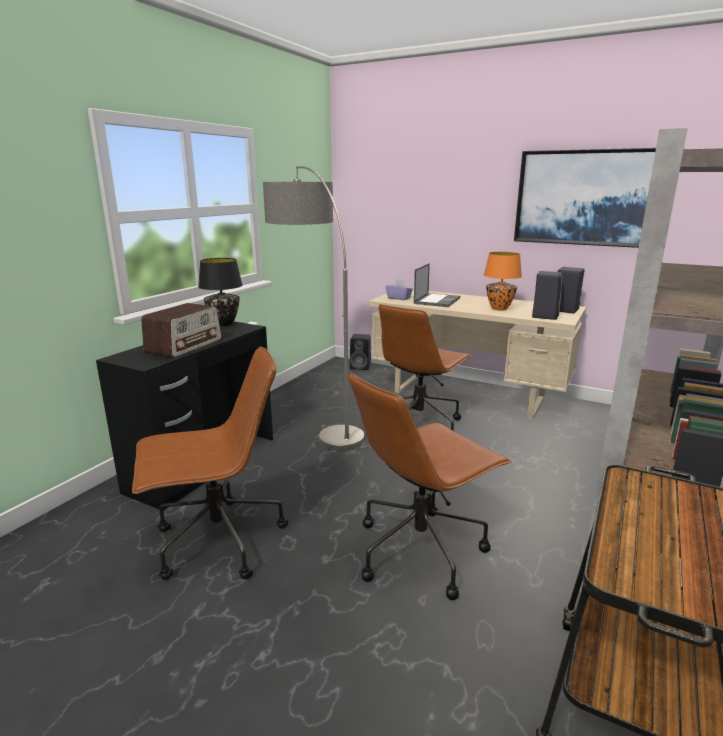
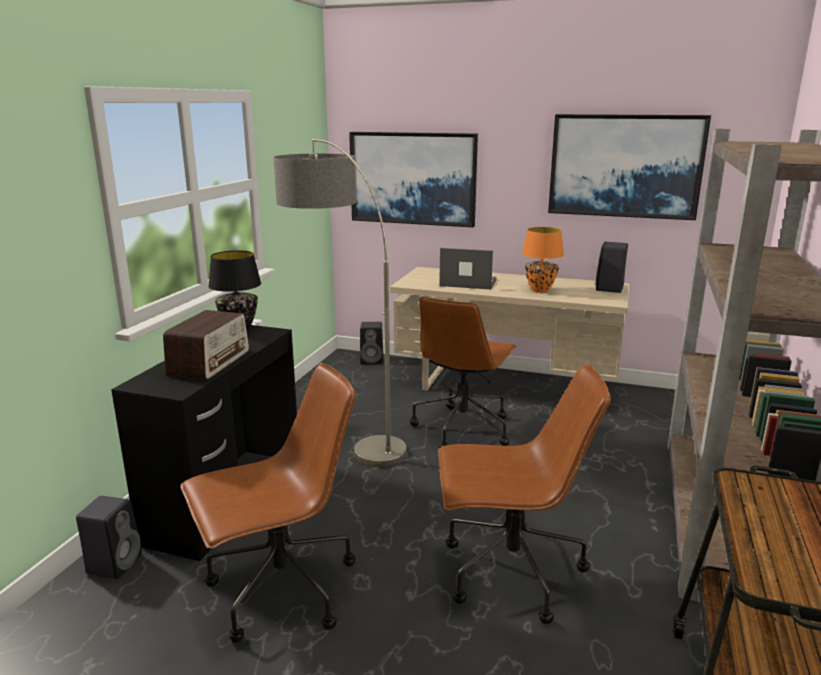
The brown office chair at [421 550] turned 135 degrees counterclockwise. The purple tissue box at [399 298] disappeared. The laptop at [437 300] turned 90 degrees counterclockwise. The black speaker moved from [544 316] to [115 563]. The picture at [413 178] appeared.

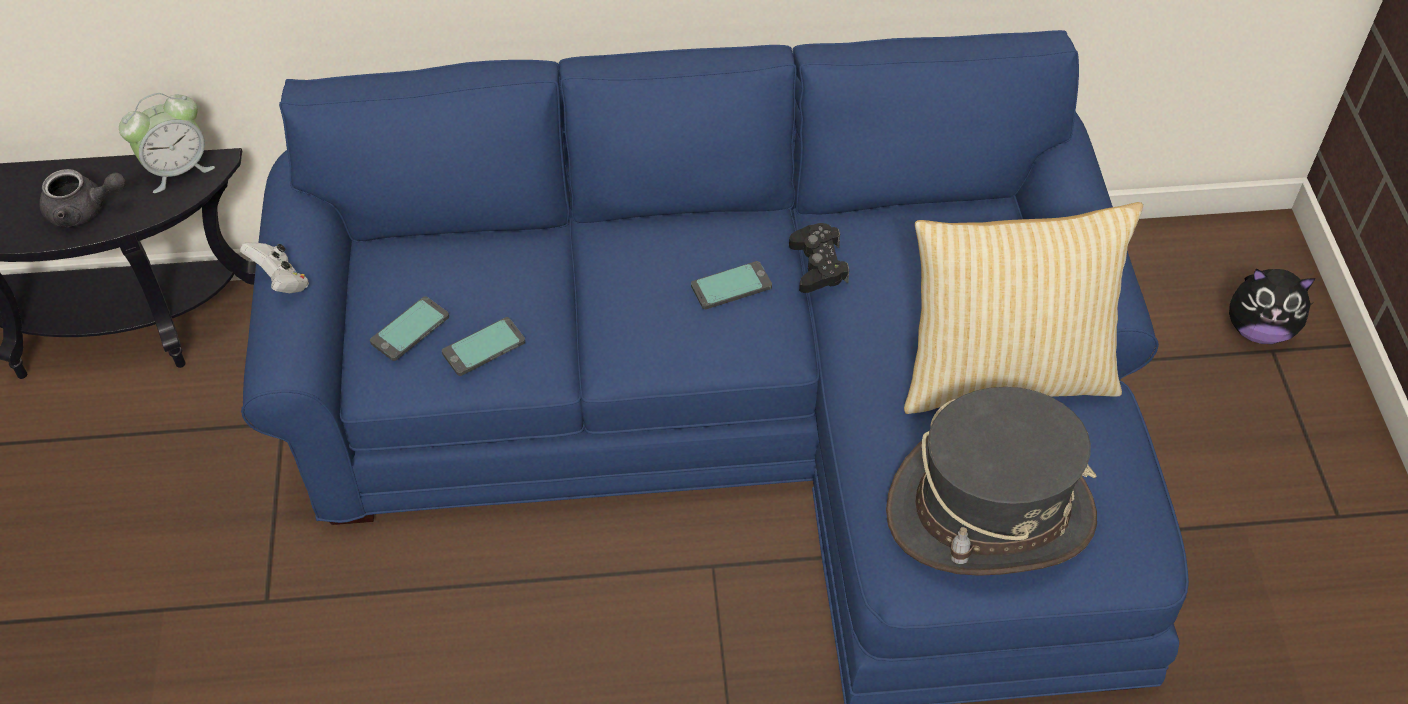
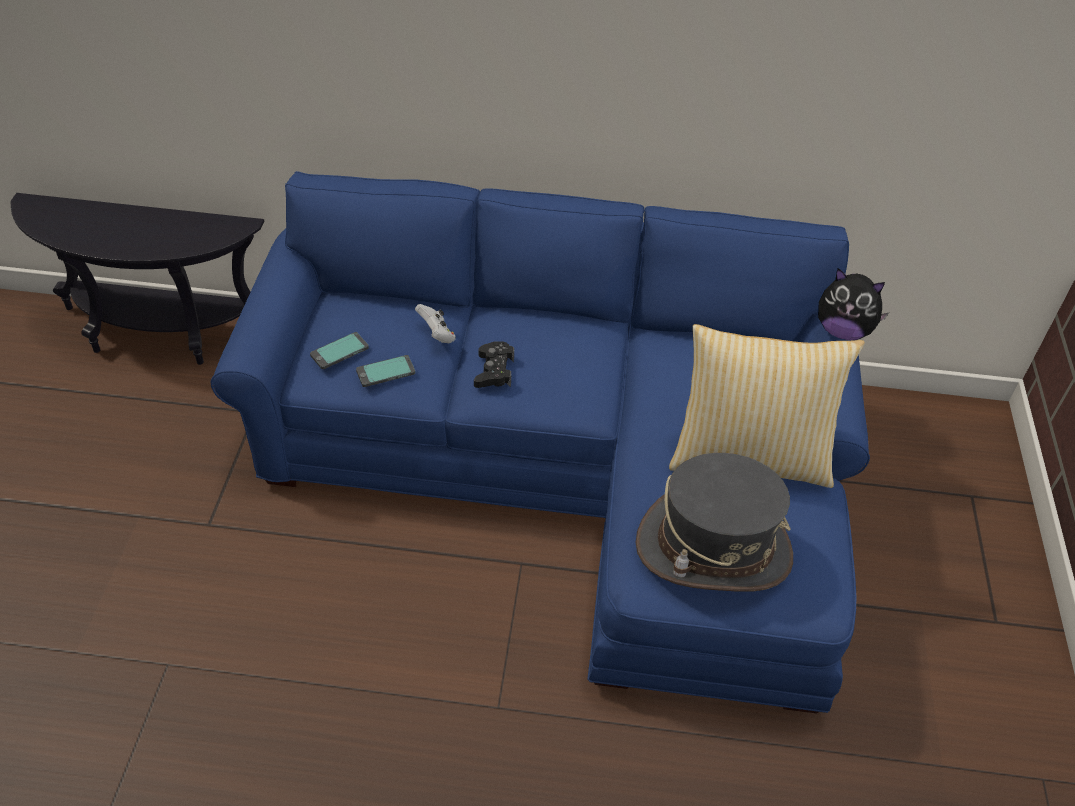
The grey teapot at [84 210] disappeared. The alarm clock at [177 169] disappeared. The white game controller moved from [281 281] to [437 335]. The phone at [731 286] disappeared. The black game controller moved from [818 265] to [494 371]. The plush toy moved from [1258 329] to [843 331].

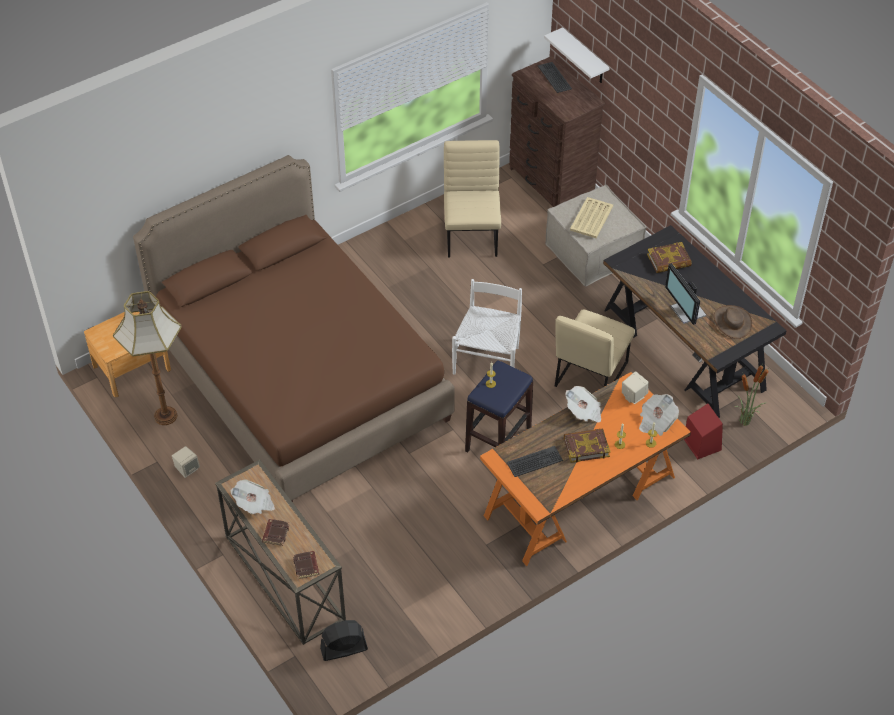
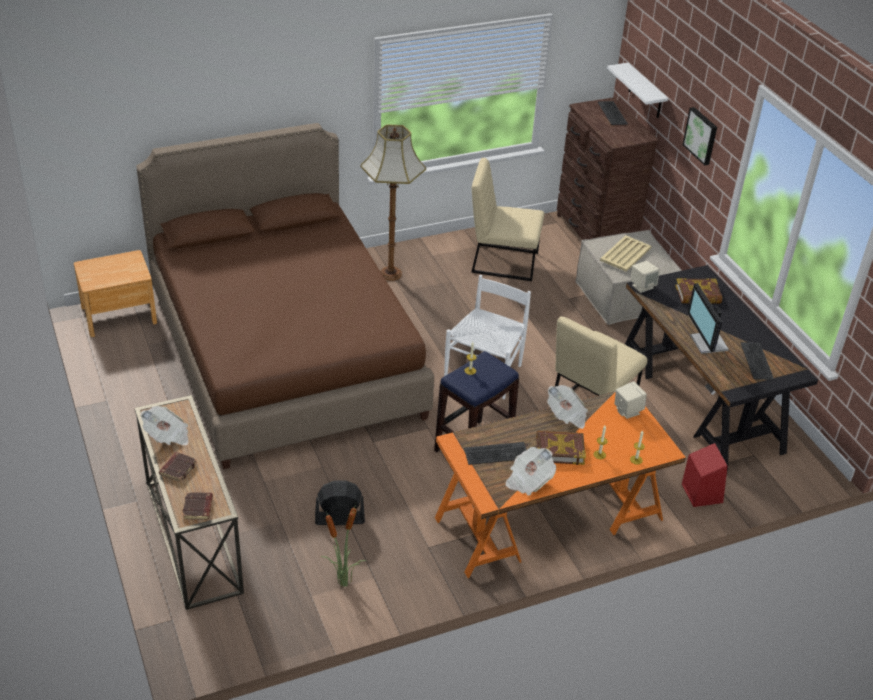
The floor lamp moved from [165 416] to [390 274]. The beige speaker moved from [187 469] to [642 286]. The black fan moved from [343 649] to [339 518]. The beige chair at [472 234] turned 90 degrees counterclockwise. The newspaper moved from [656 422] to [528 480]. The brown hat at [732 322] was replaced by the keyboard at [757 361]. The potted plant moved from [745 423] to [344 583]. The picture at [701 135] appeared.

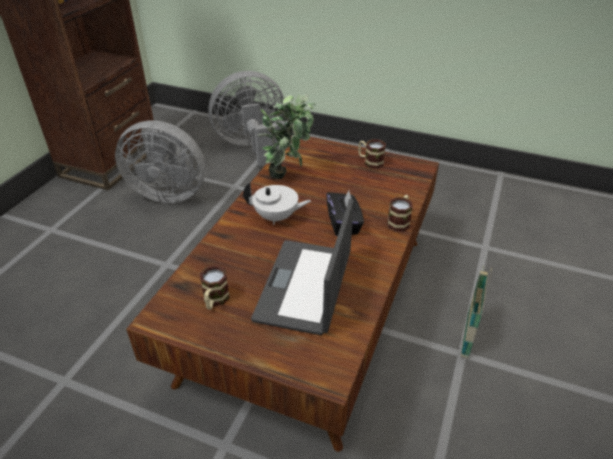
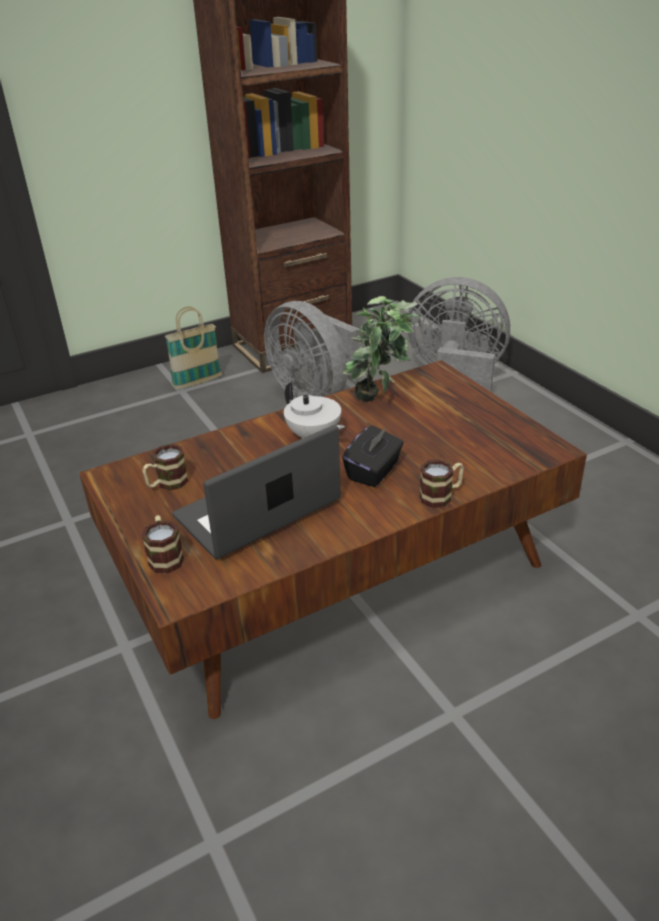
The mug moved from [370 162] to [165 556]. The basket moved from [467 336] to [197 382].

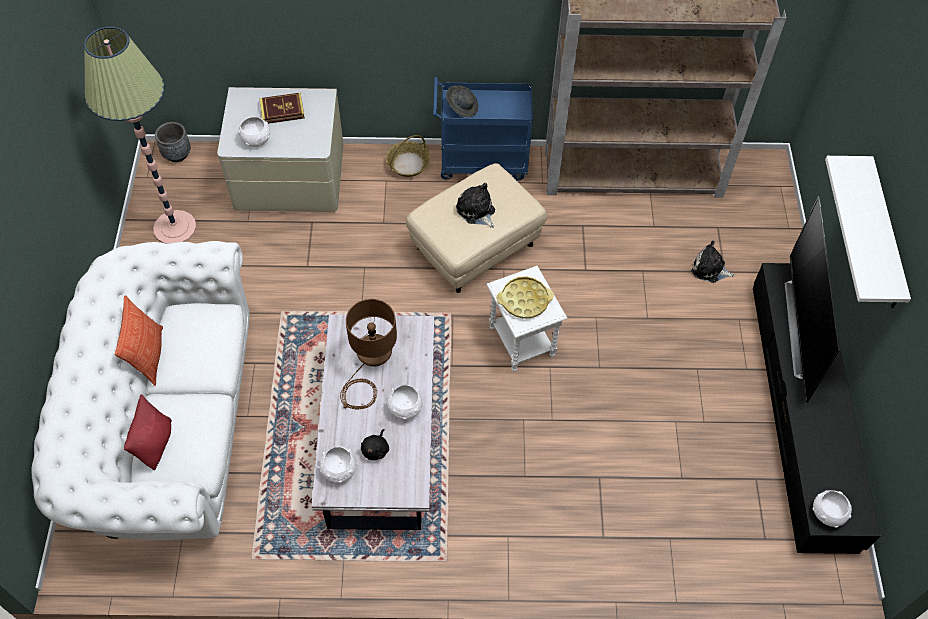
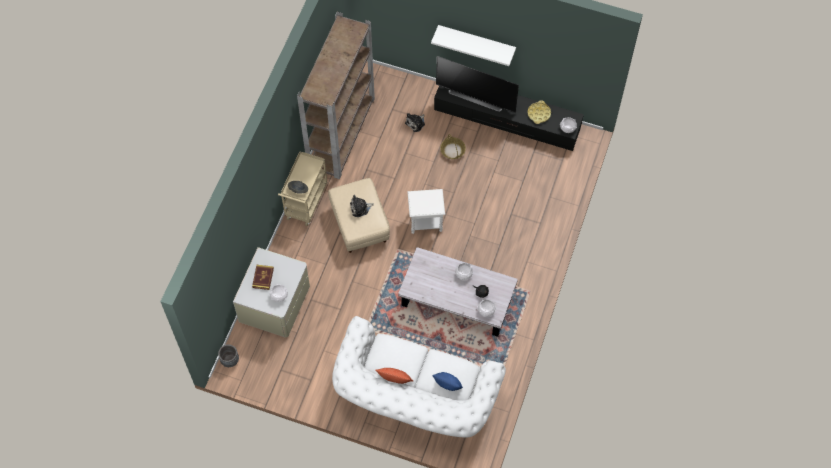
The floor lamp at [175 228] disappeared. The red pillow at [155 443] became the blue pillow at [447 385]. The brown table lamp at [368 371] disappeared. The basket moved from [408 163] to [452 150]. The blue cart at [480 166] became the beige cart at [306 204]. The yellow tray moved from [524 300] to [539 114].

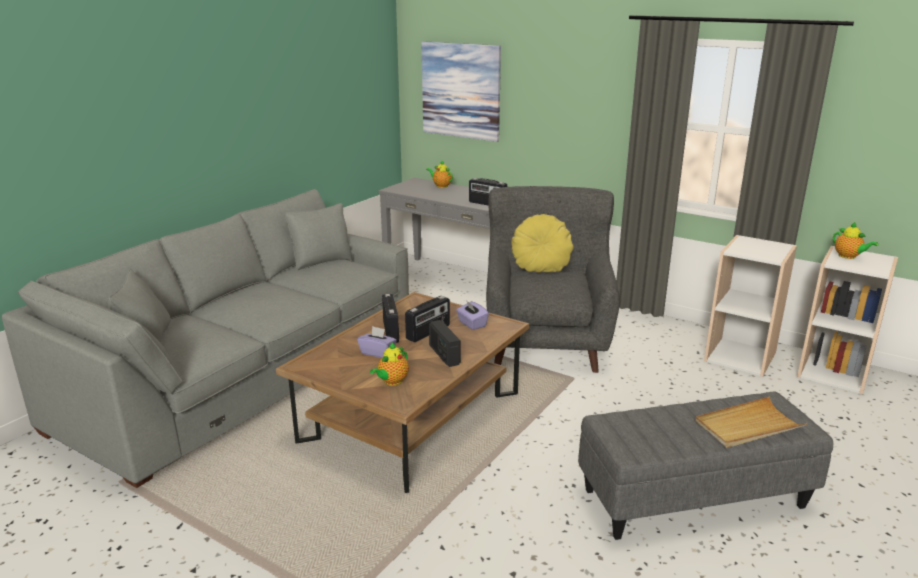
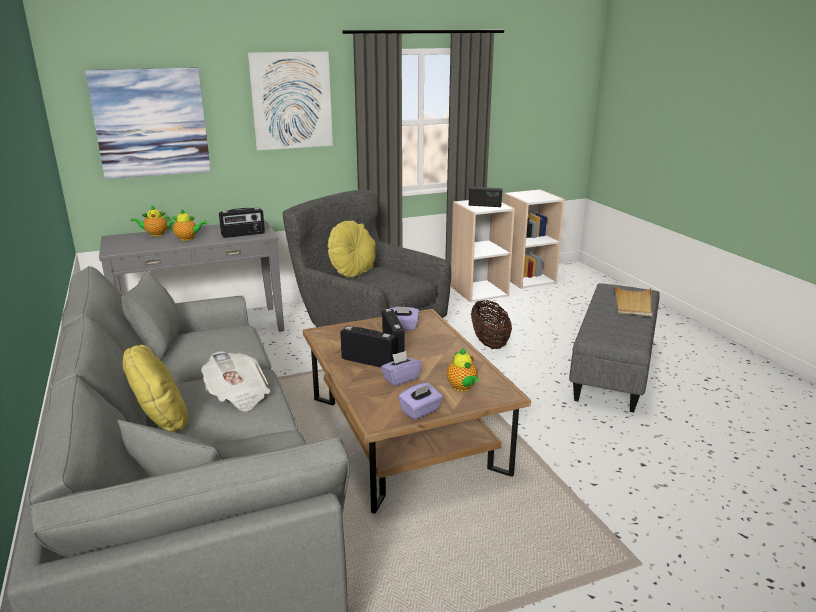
The radio moved from [444 355] to [484 205]. The teapot moved from [848 256] to [188 238]. The yellow pillow at [161 424] appeared. The newspaper at [238 396] appeared. The picture at [291 101] appeared. The purple tissue box at [420 411] appeared. The basket at [489 342] appeared.

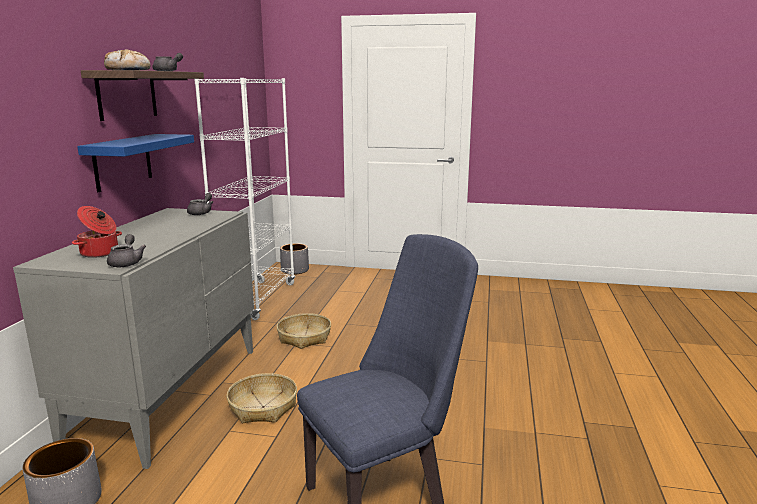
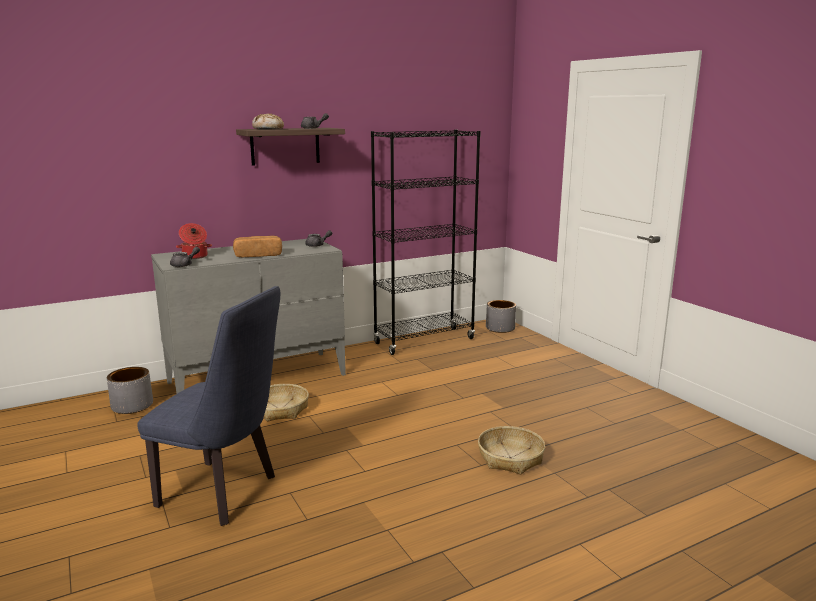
The blue shelf at [122 162] disappeared. The white bookcase at [258 299] became the black bookcase at [424 341]. The basket moved from [304 337] to [510 458]. The bread at [258 255] appeared.

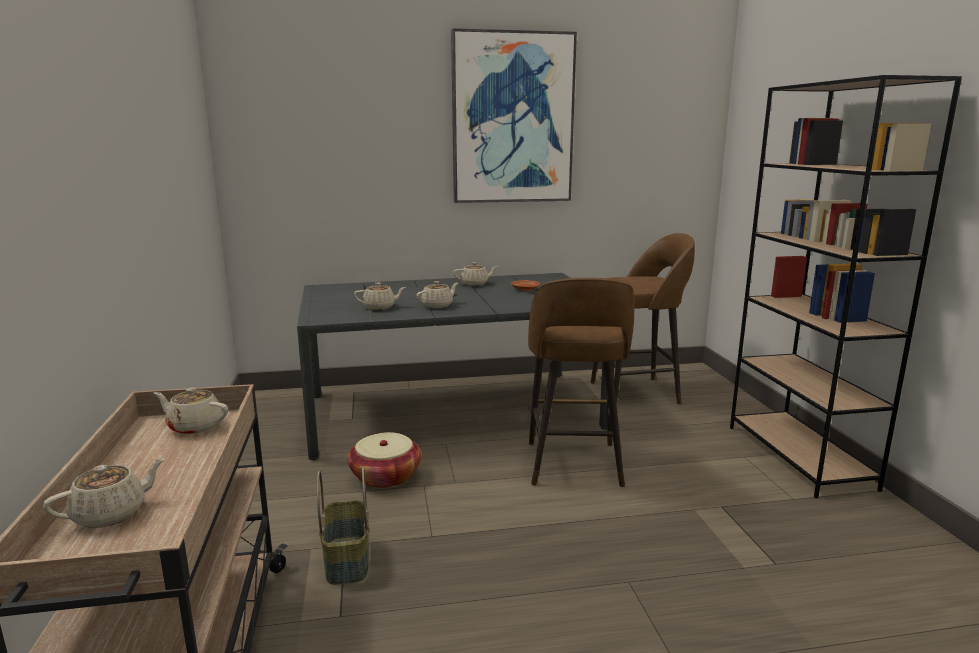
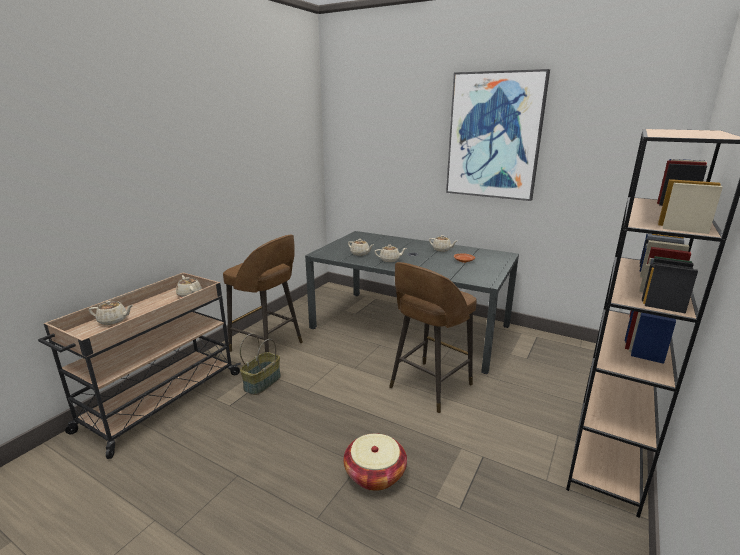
The basket moved from [385 476] to [375 474]. The brown stool moved from [637 393] to [268 347].

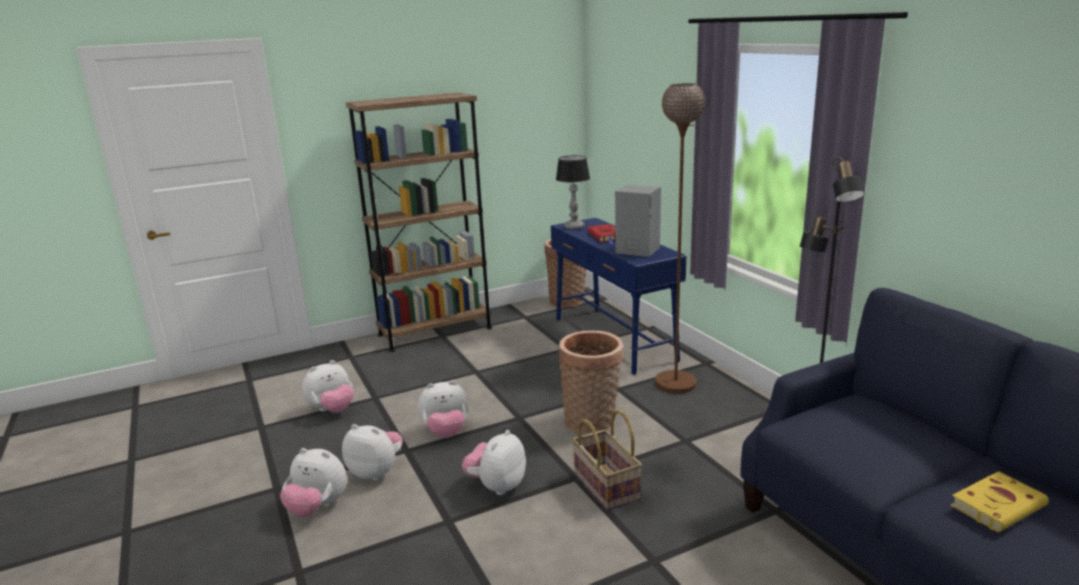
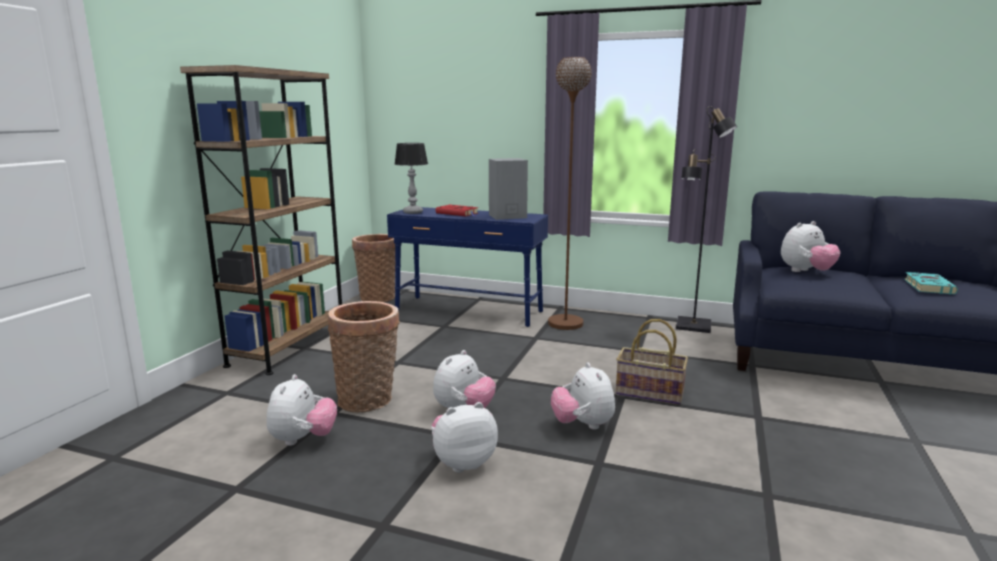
The plush toy moved from [318 507] to [806 272]. The basket moved from [592 422] to [369 399]. The yellow book at [998 505] became the turquoise book at [927 286].

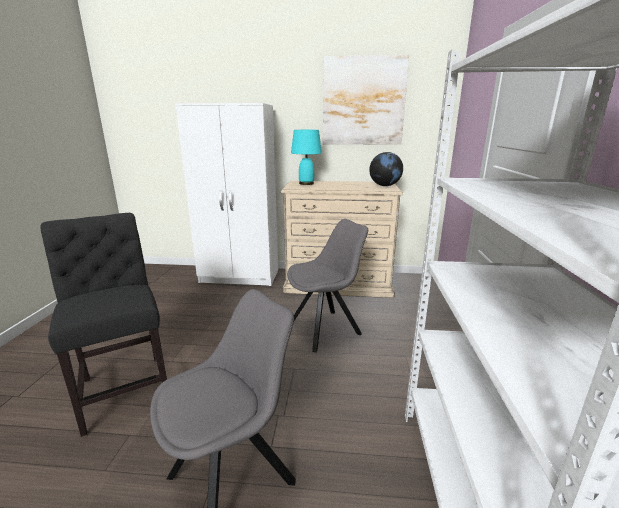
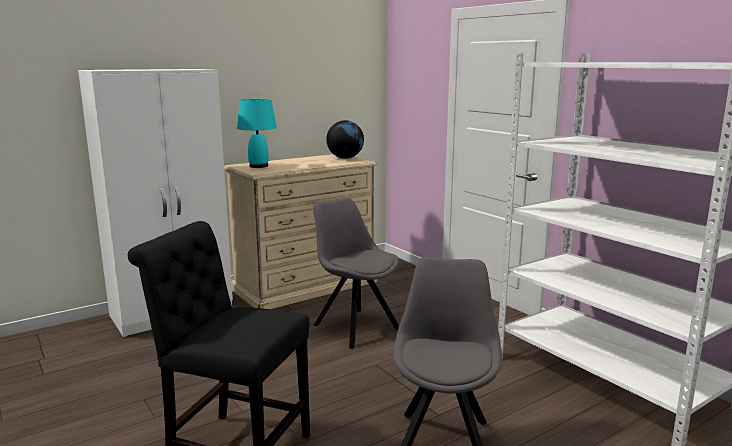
The grey chair at [325 329] turned 60 degrees counterclockwise. The picture at [363 101] disappeared.

